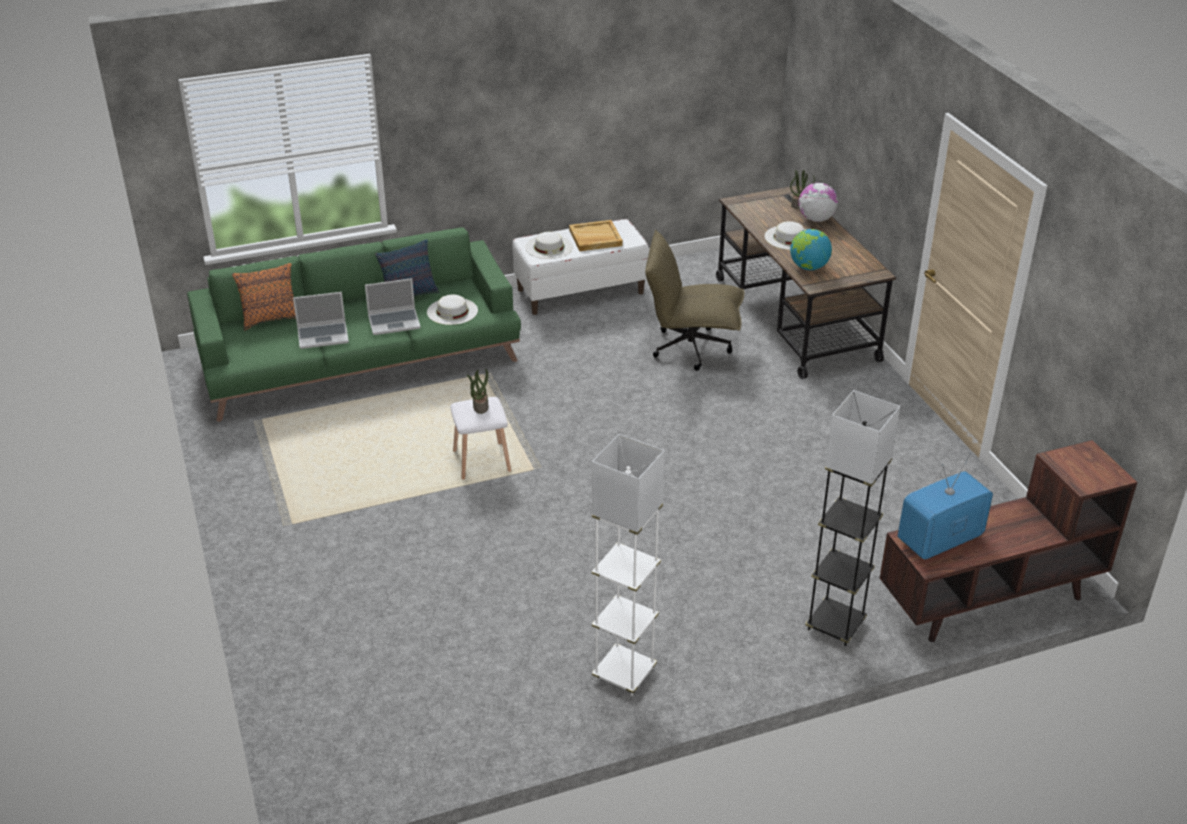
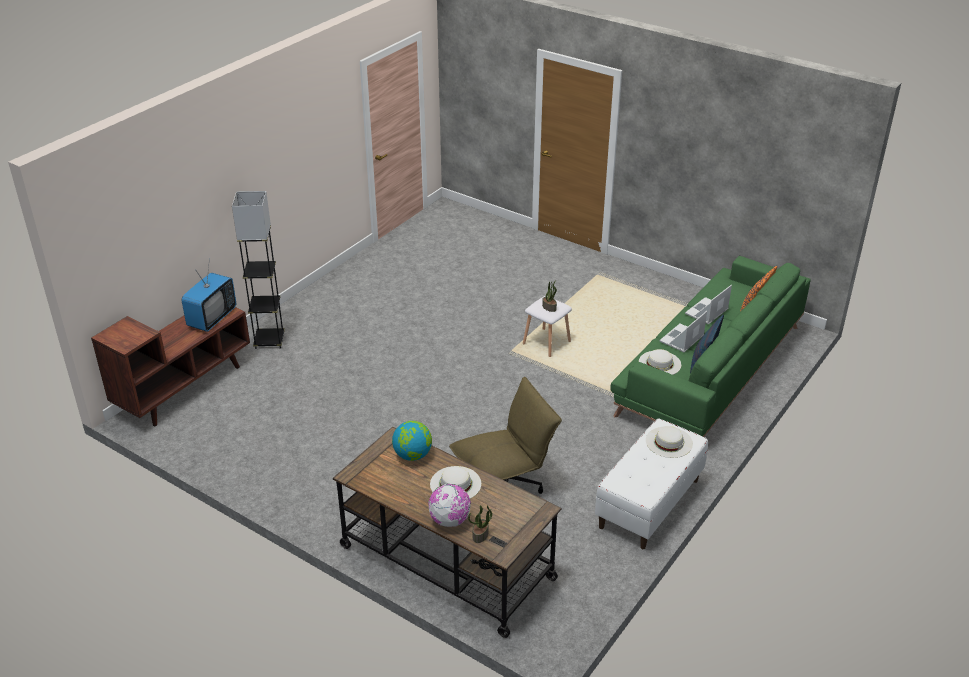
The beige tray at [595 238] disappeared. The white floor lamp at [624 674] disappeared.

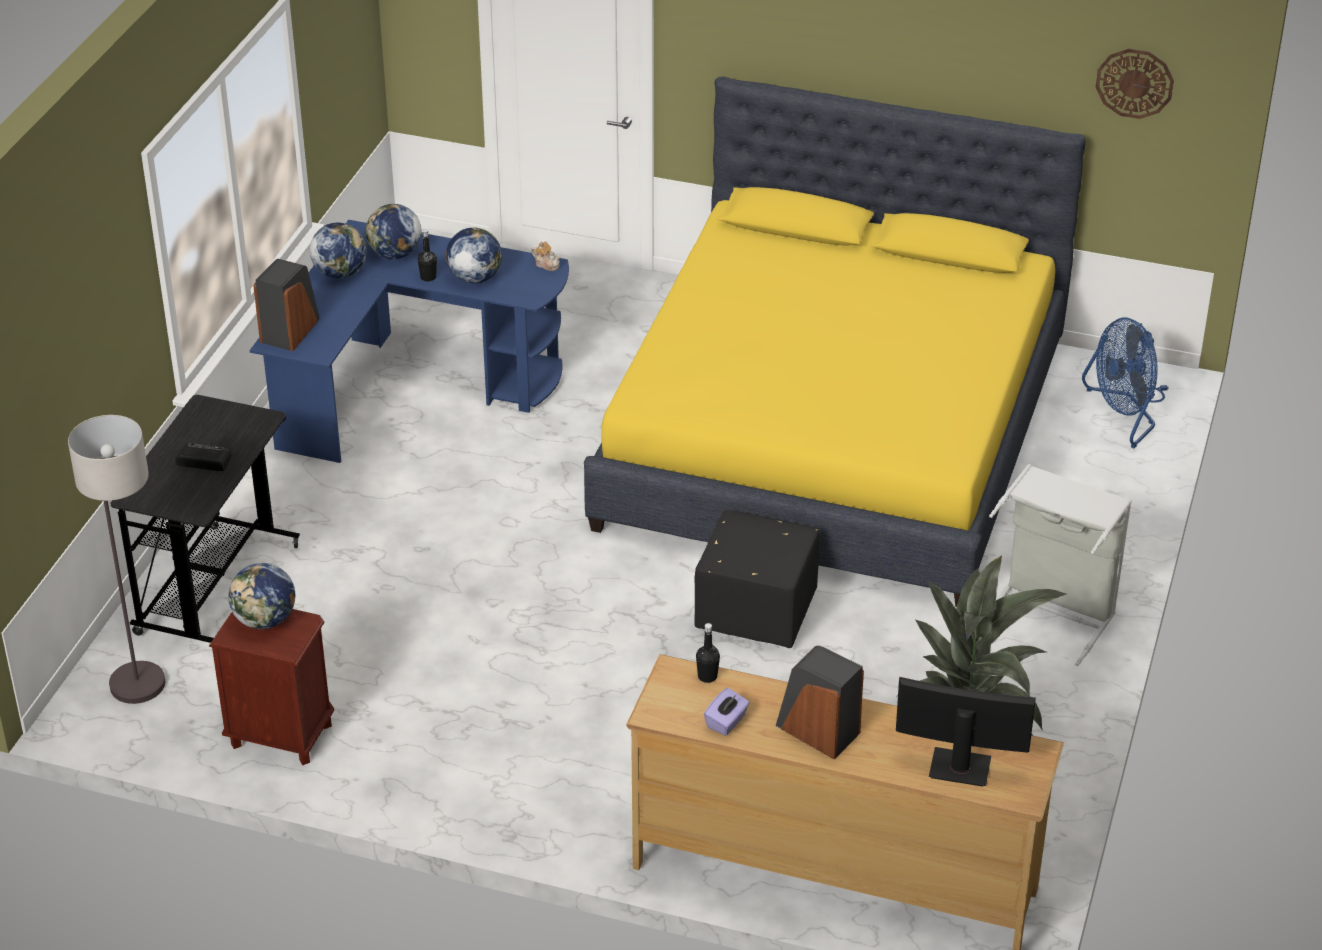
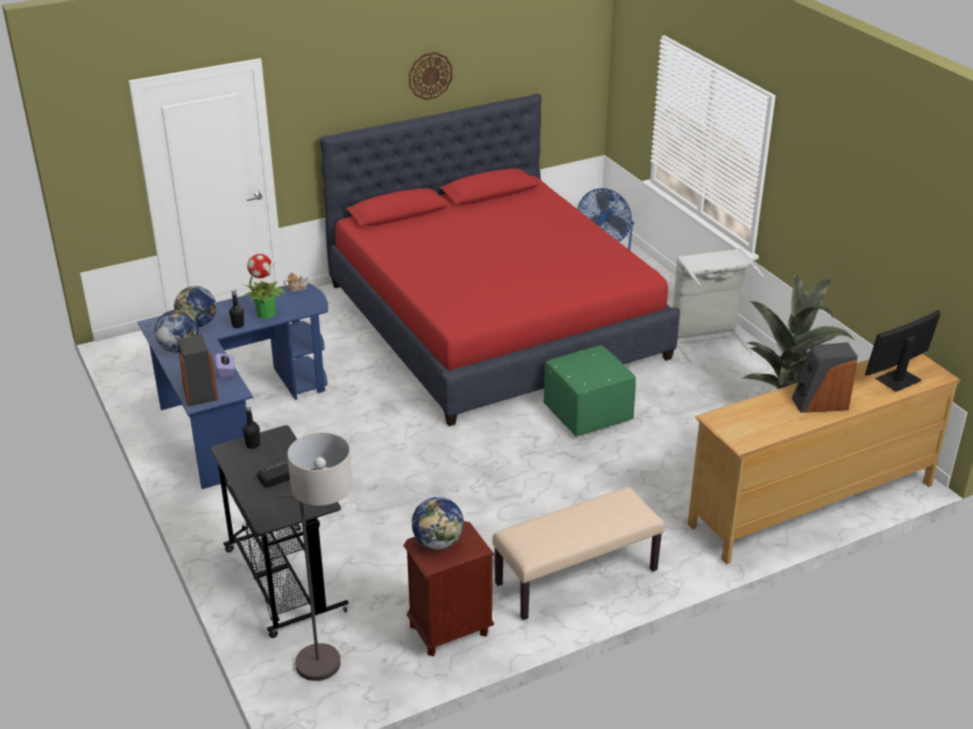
The globe at [474 278] was replaced by the potted plant at [266 313]. The yellow bed at [833 434] became the red bed at [494 320]. The black ottoman at [757 611] became the green ottoman at [587 414]. The black bottle moved from [707 676] to [253 445]. The purple tissue box moved from [726 722] to [226 372]. The wall clock moved from [1134 83] to [430 75]. The beige bench at [576 577] appeared.

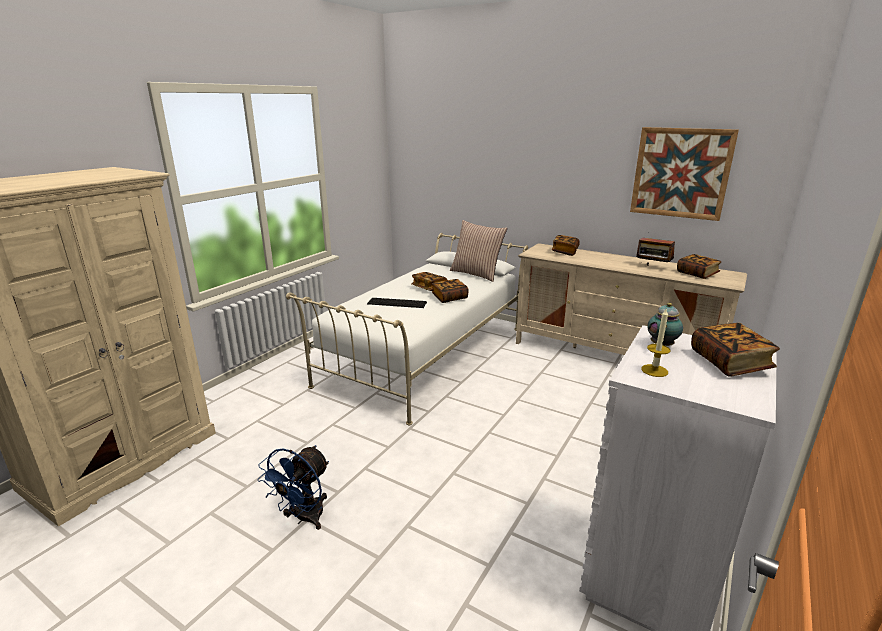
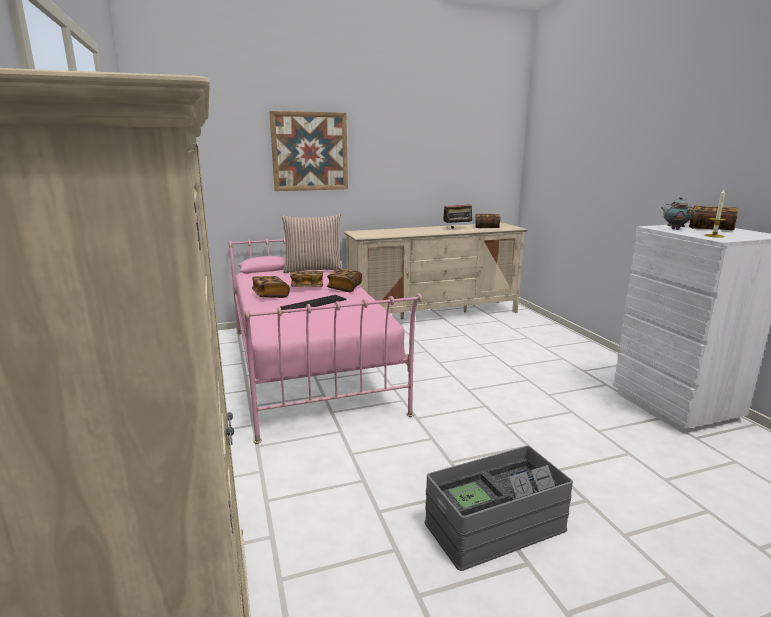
The blue fan at [304 518] was replaced by the grey storage box at [494 525]. The white bed at [424 355] became the pink bed at [308 367]. The book moved from [565 252] to [270 295]. The picture moved from [680 173] to [310 151].

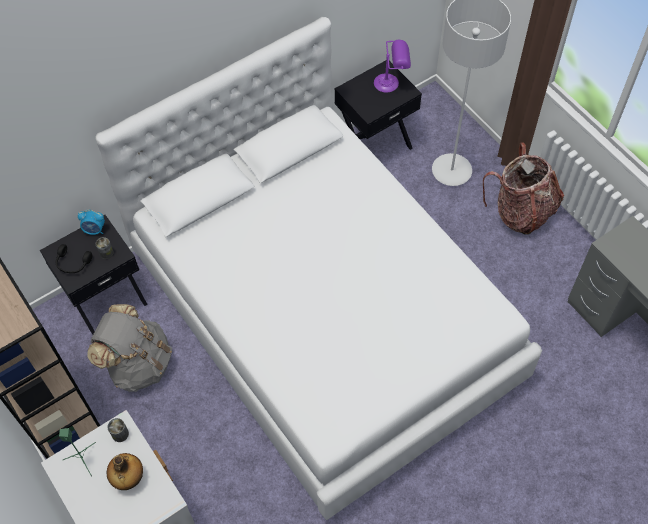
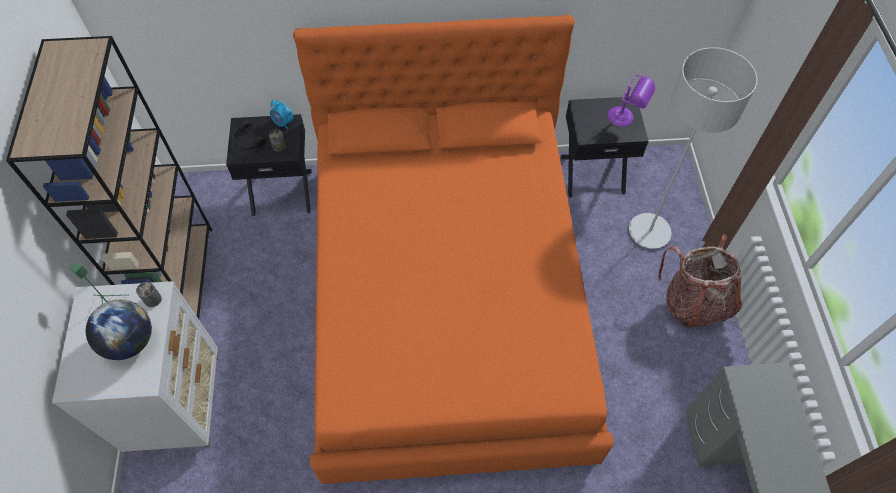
The grey backpack at [138 363] disappeared. The white bed at [324 314] became the orange bed at [448 299]. The bottle at [128 478] was replaced by the globe at [130 342].

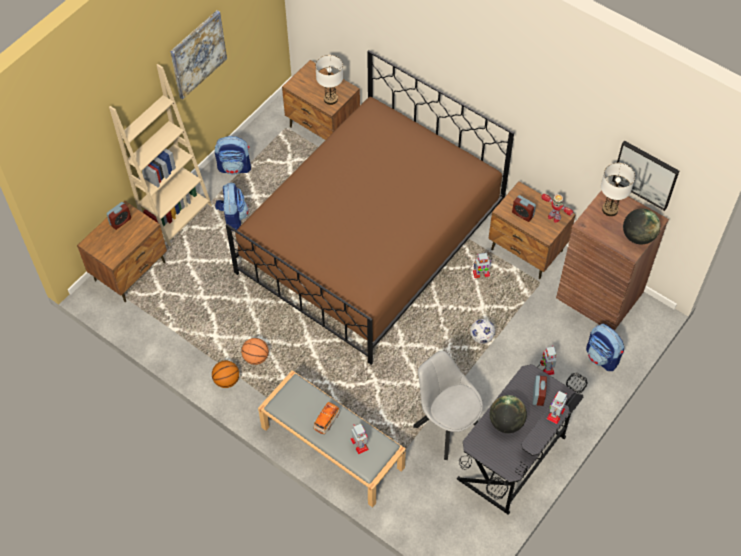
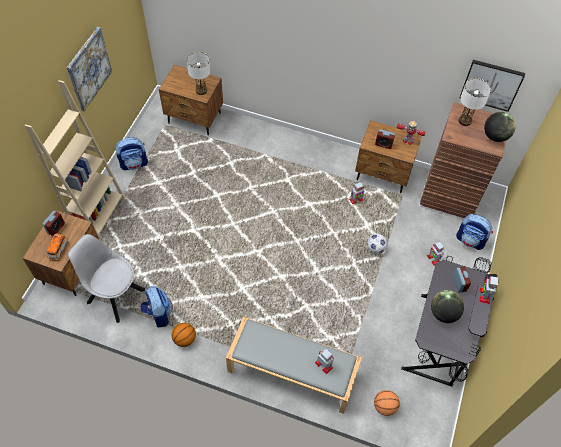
The backpack moved from [233 217] to [158 314]. The brown bed at [371 242] disappeared. The basketball moved from [256 357] to [384 406]. The toy car moved from [326 421] to [58 249]. The grey chair moved from [447 426] to [114 295].

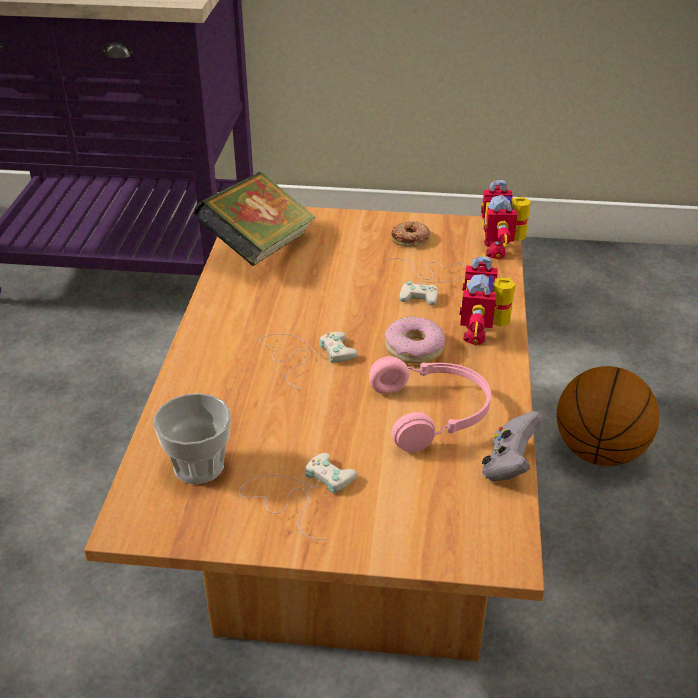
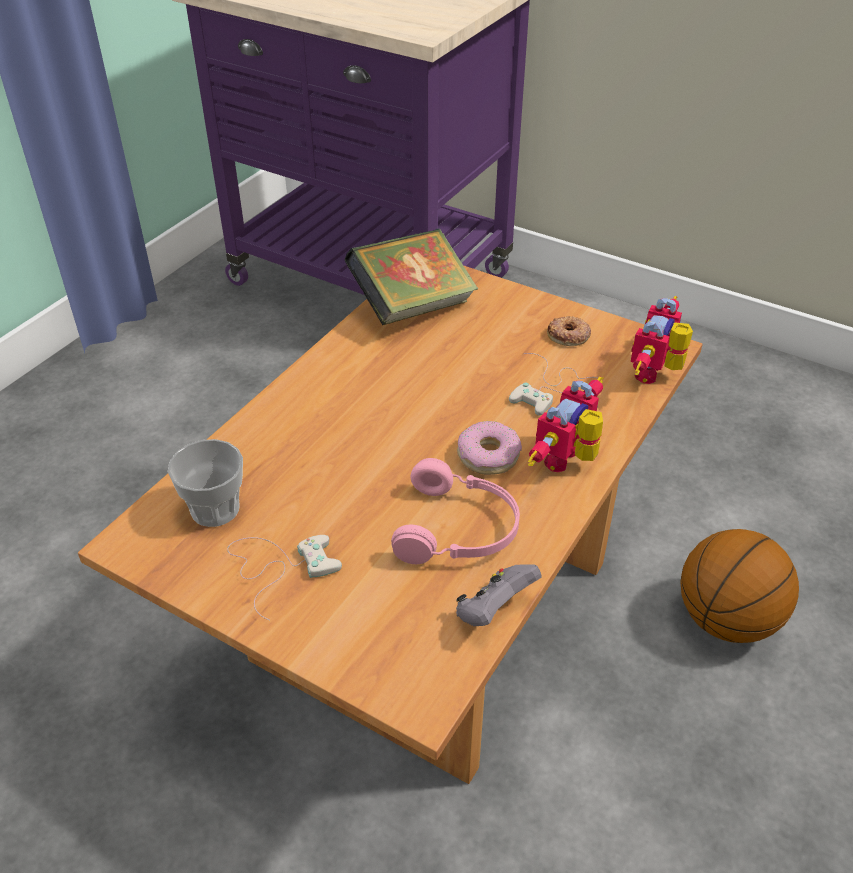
The white game controller at [304 355] disappeared.

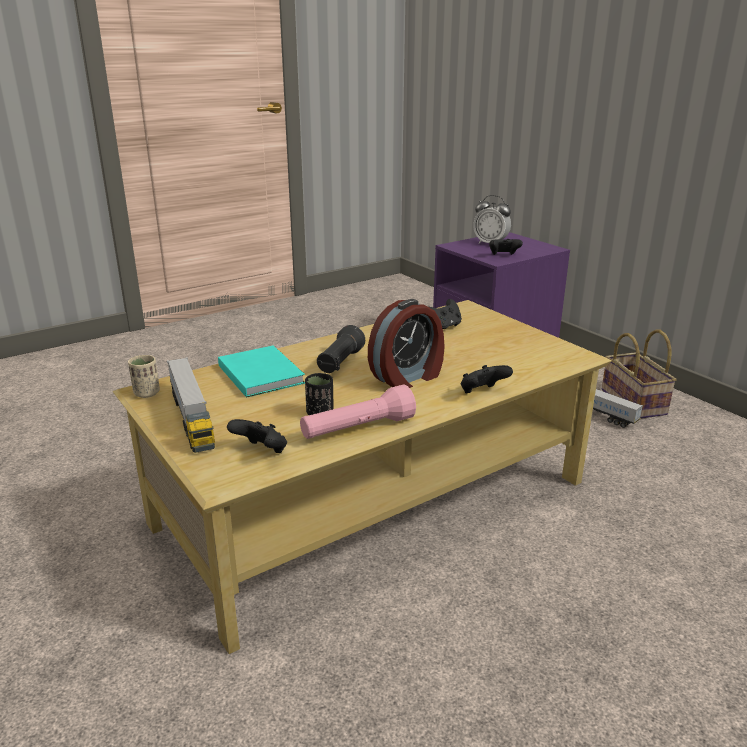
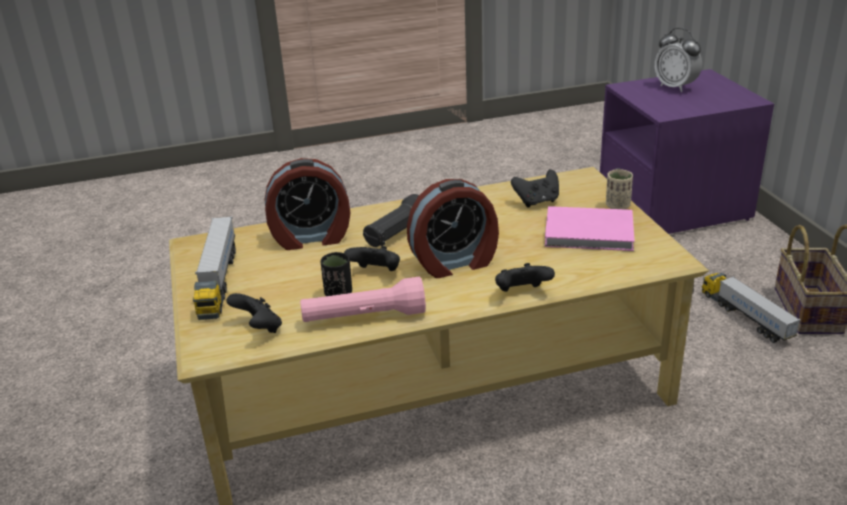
The beige cup moved from [147 393] to [617 206]. The turquoise book at [261 373] was replaced by the alarm clock at [311 238]. The black game controller moved from [503 256] to [376 273]. The pink book at [591 233] appeared.

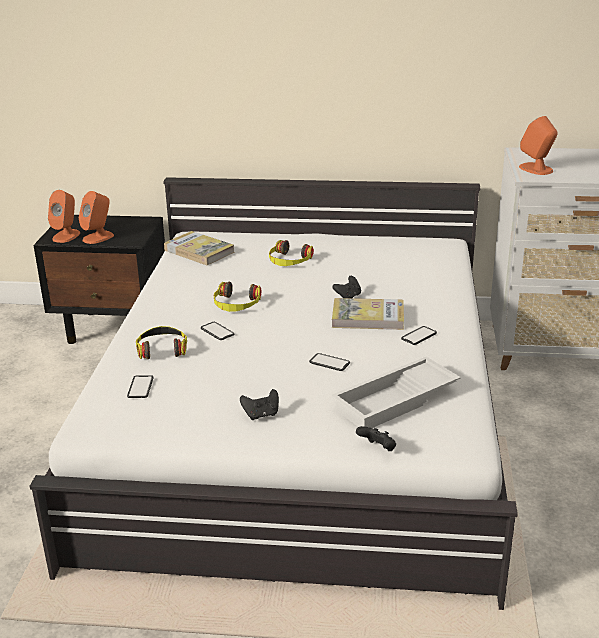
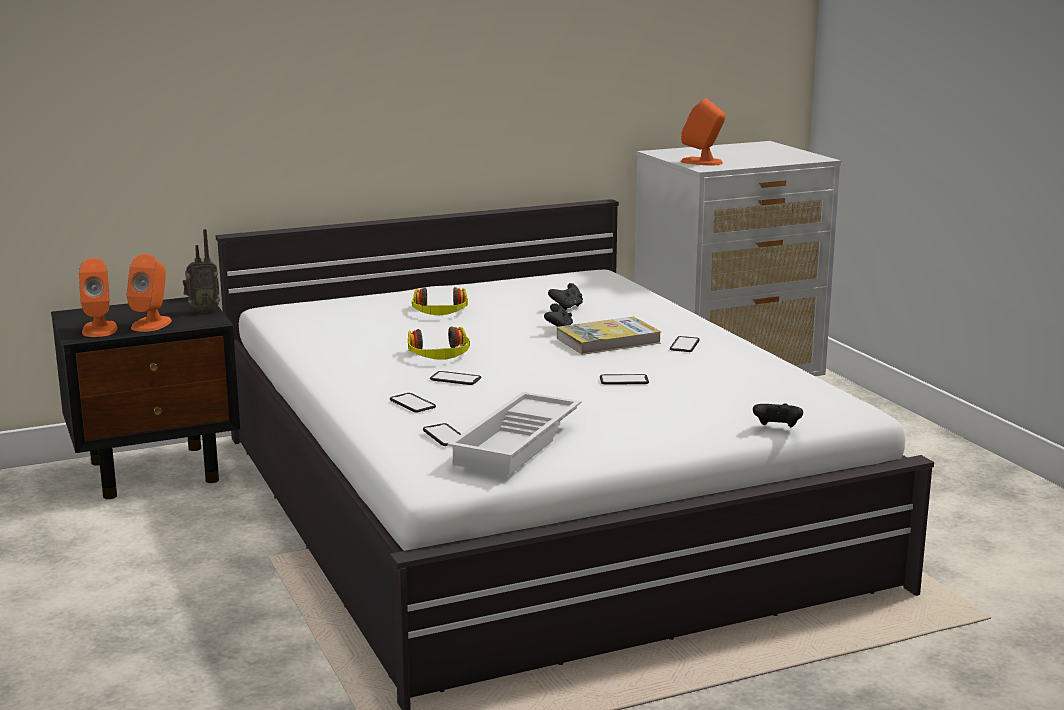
The headphones at [162 349] was replaced by the phone at [412 404]. The book at [199 251] disappeared. The black game controller moved from [261 415] to [567 307]. The white tray moved from [396 401] to [518 443]. The radio at [202 311] appeared.

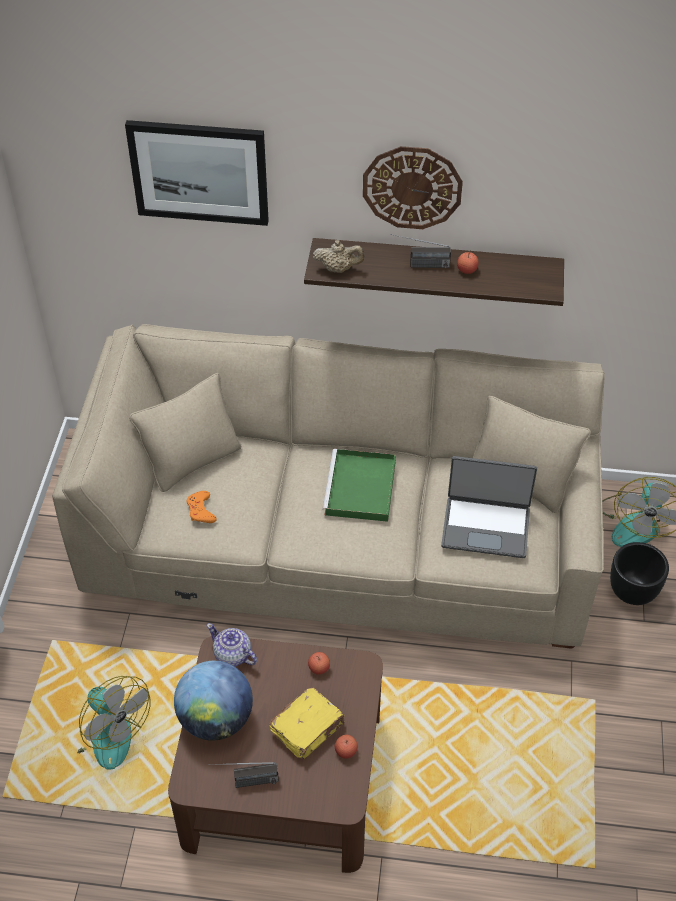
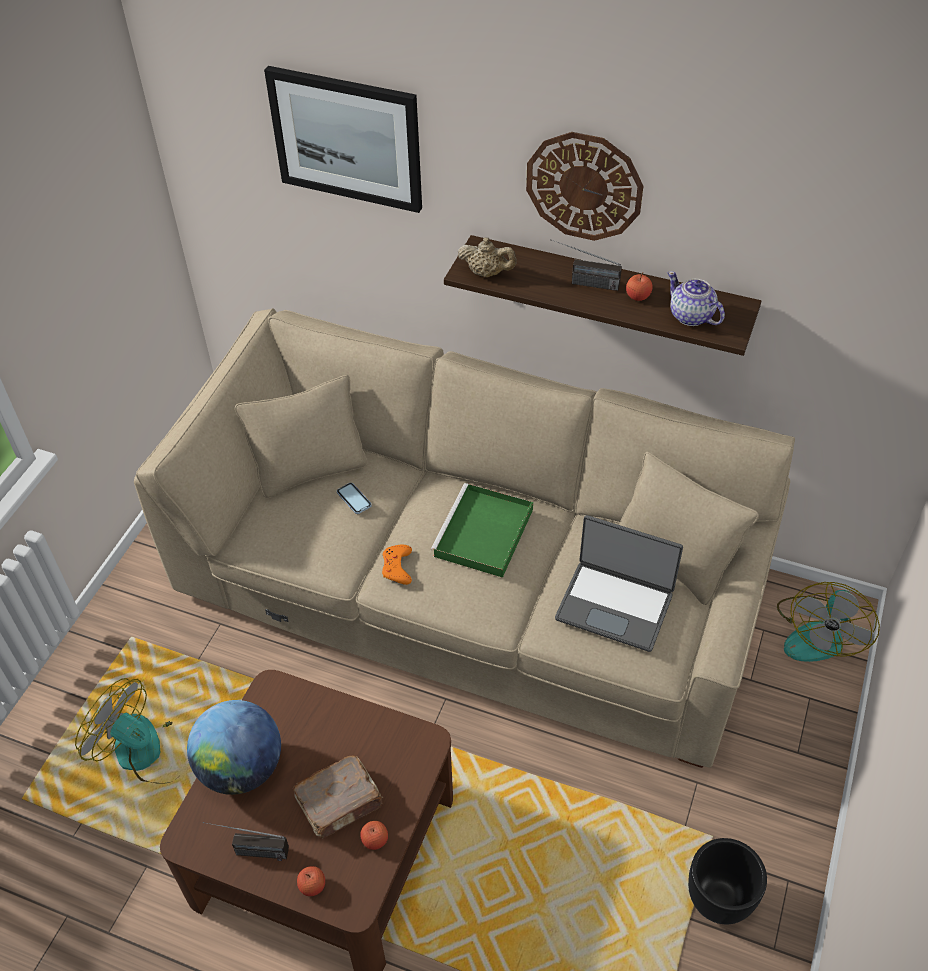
The fan at [103 733] turned 150 degrees clockwise. The orange game controller moved from [201 510] to [397 567]. The teapot moved from [232 655] to [691 316]. The yellow book at [308 728] became the brown book at [340 803]. The apple moved from [319 668] to [312 886]. The black planter moved from [632 593] to [719 900]. The phone at [354 499] appeared.

